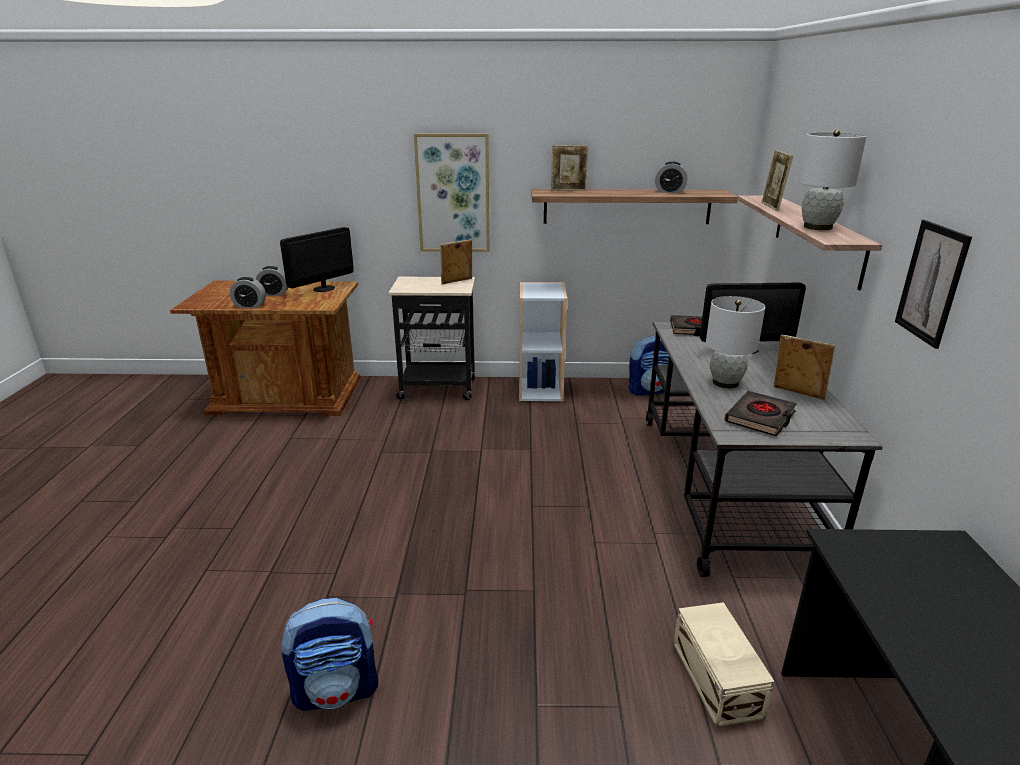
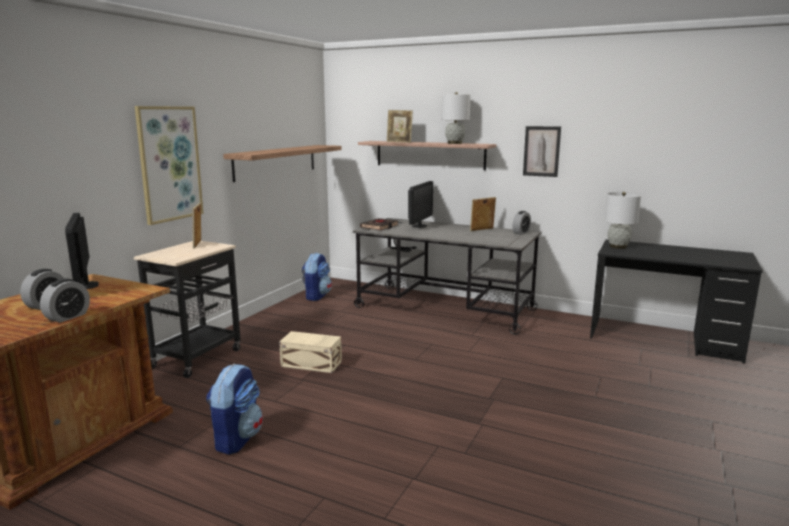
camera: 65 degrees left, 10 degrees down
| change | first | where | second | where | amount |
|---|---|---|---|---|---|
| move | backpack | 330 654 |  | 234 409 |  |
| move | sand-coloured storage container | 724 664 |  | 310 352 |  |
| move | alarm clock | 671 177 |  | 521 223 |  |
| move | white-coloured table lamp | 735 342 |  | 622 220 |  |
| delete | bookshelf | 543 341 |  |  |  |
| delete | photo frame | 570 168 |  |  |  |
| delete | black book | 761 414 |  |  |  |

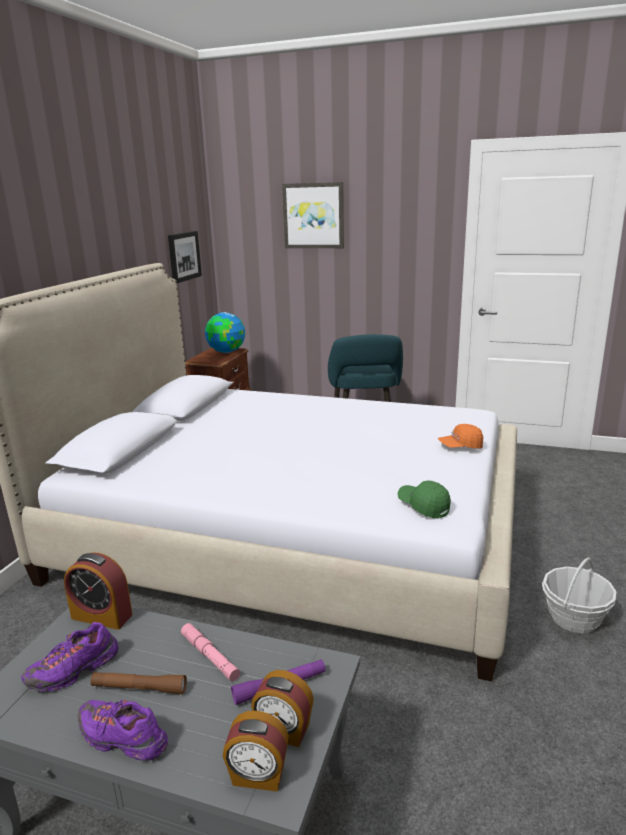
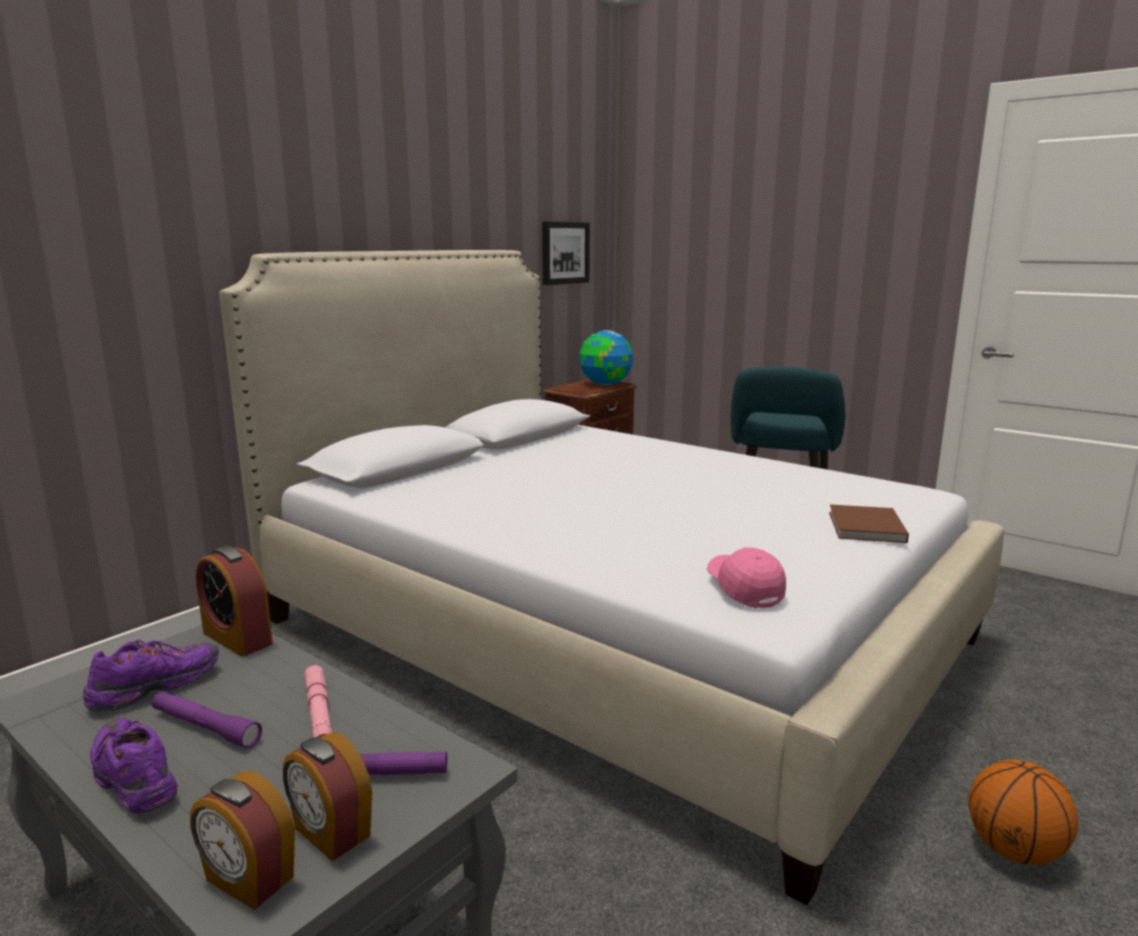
camera: 20 degrees right, 5 degrees down
| change | first | where | second | where | amount |
|---|---|---|---|---|---|
| rotate | purple shoe | 70 657 |  | 151 676 | 150 degrees clockwise |
| recolor | brownish torch | 139 683 | purple torch | 207 720 |  |
| recolor | greenish peaked cap | 424 499 | pink peaked cap | 746 578 |  |
| replace | orangey peaked cap | 460 436 | brownish book | 869 523 |  |
| replace | household basket | 579 595 | basketball | 1023 812 |  |
| delete | wall picture | 313 215 |  |  |  |

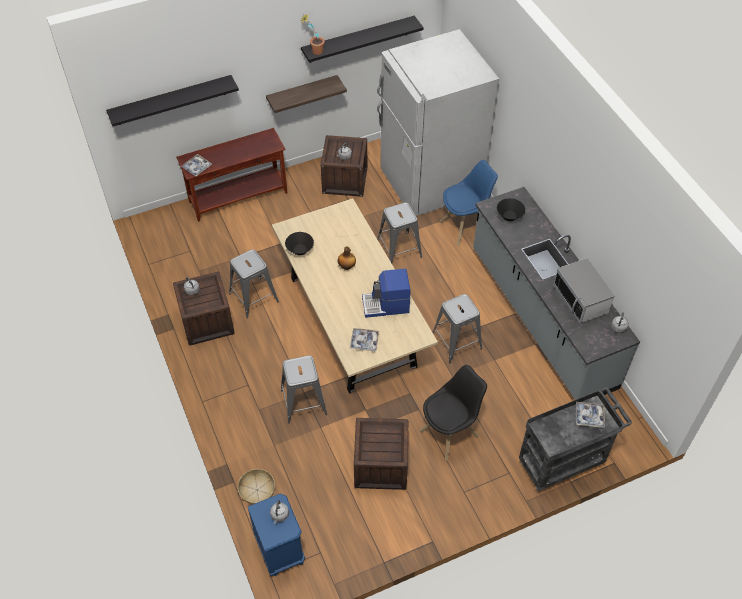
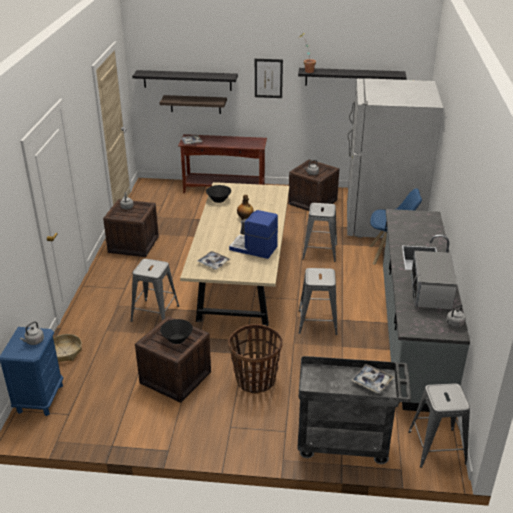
camera: 30 degrees right, 20 degrees down
| change | first | where | second | where | amount |
|---|---|---|---|---|---|
| move | shelf | 306 94 |  | 193 104 |  |
| move | black deep dish | 511 209 |  | 176 331 |  |
| replace | black plain chair | 453 413 | household basket | 255 358 |  |
| insert |  |  | wall picture | 269 78 |  |
| move | greyish stool | 254 283 |  | 439 426 |  |

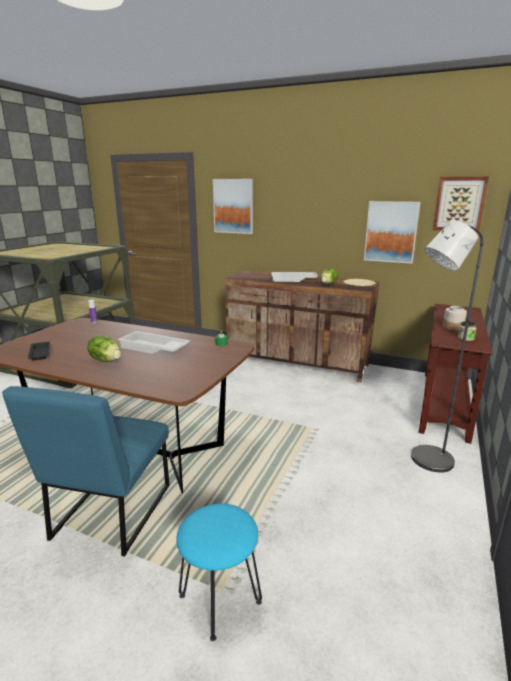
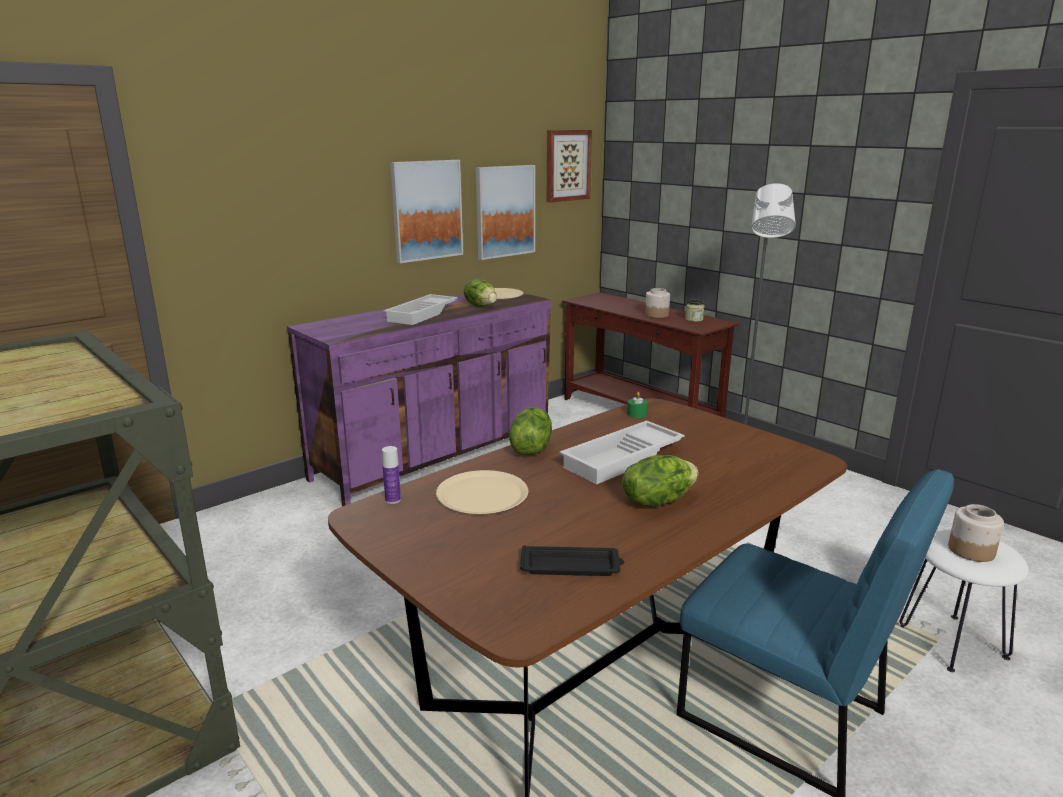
camera: 65 degrees left, 0 degrees up
| change | first | where | second | where | amount |
|---|---|---|---|---|---|
| recolor | brownish cupboard | 302 326 | purple cupboard | 419 399 |  |
| move | wall picture | 233 206 |  | 426 211 |  |
| insert |  |  | sand-coloured dinner plate | 482 492 |  |
| insert |  |  | lettuce head | 530 431 |  |
| recolor | turquoise-coloured stool | 219 572 | white-coloured stool | 964 601 |  |
| insert |  |  | jar | 976 533 |  |

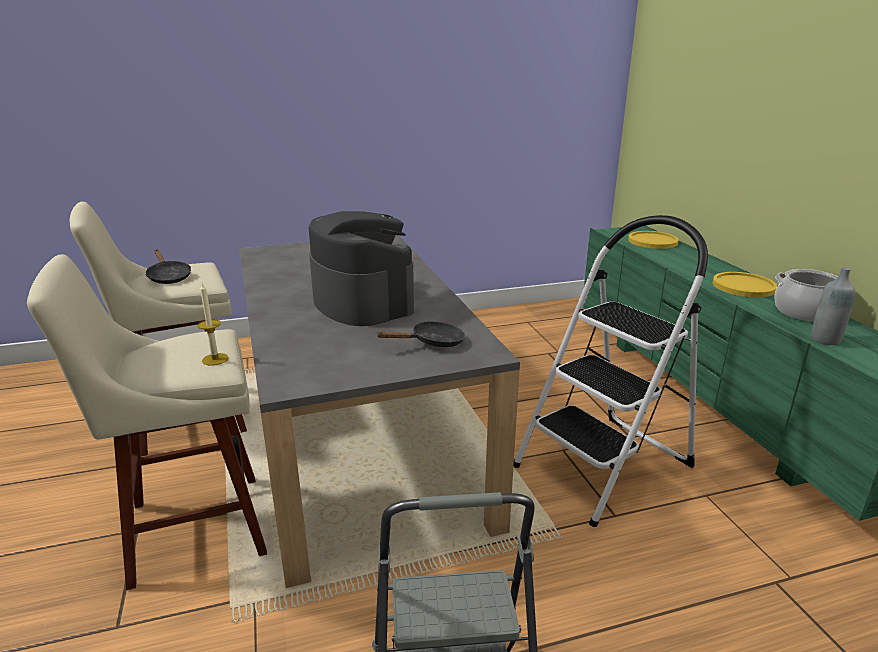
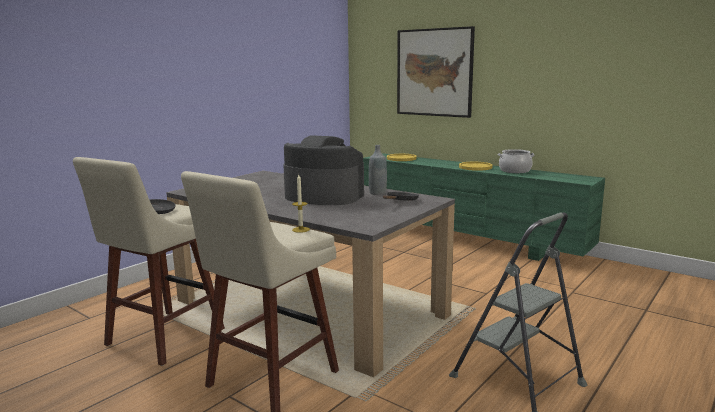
camera: 35 degrees left, 10 degrees down
| change | first | where | second | where | amount |
|---|---|---|---|---|---|
| move | greyish bottle | 833 306 |  | 378 170 |  |
| insert |  |  | wall picture | 436 72 |  |
| delete | step stool | 610 371 |  |  |  |

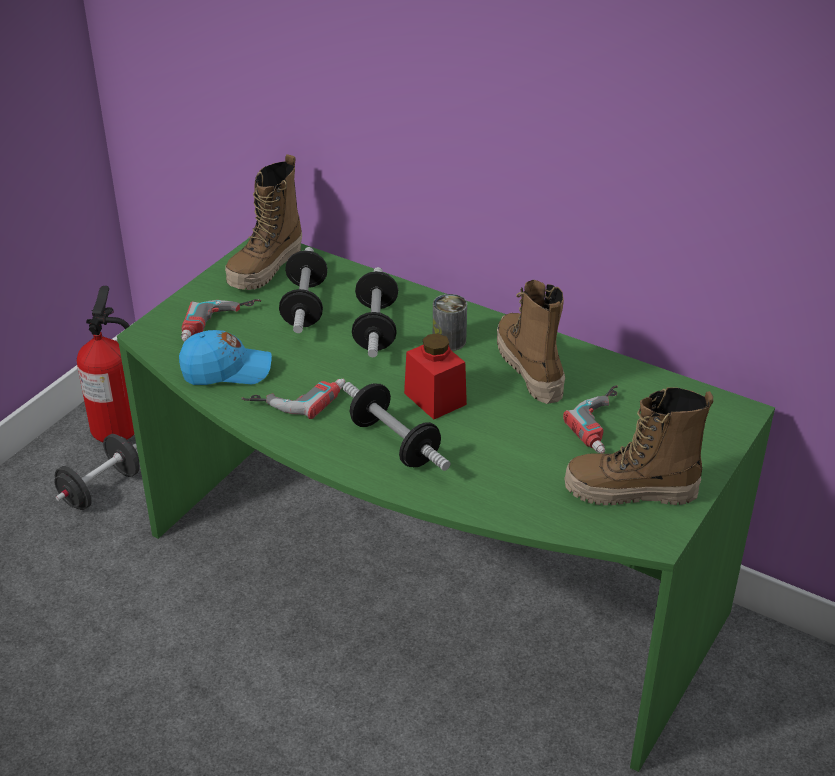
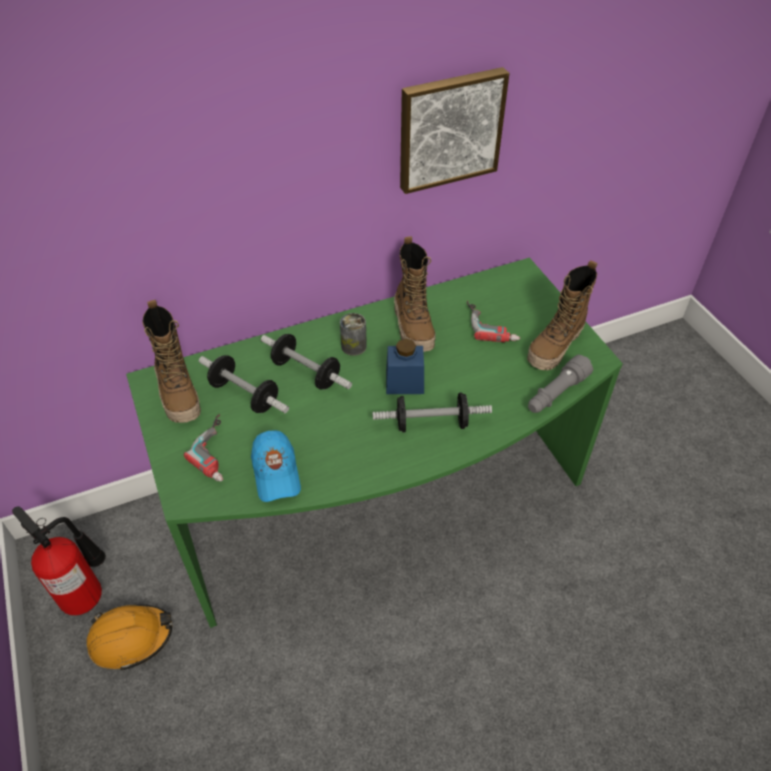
camera: 55 degrees left, 10 degrees up
| change | first | where | second | where | amount |
|---|---|---|---|---|---|
| replace | black dumbbell | 97 472 | orangey work helmet | 129 637 |  |
| rotate | blue-coloured peaked cap | 225 357 |  | 276 466 | 135 degrees clockwise |
| recolor | red jar | 435 376 | blue-coloured jar | 405 366 |  |
| rotate | high-top boot | 531 342 |  | 414 294 | 120 degrees counterclockwise |
| insert |  |  | wall picture | 454 130 |  |
| insert |  |  | greyish torch | 560 383 |  |
| delete | power drill | 293 399 |  |  |  |

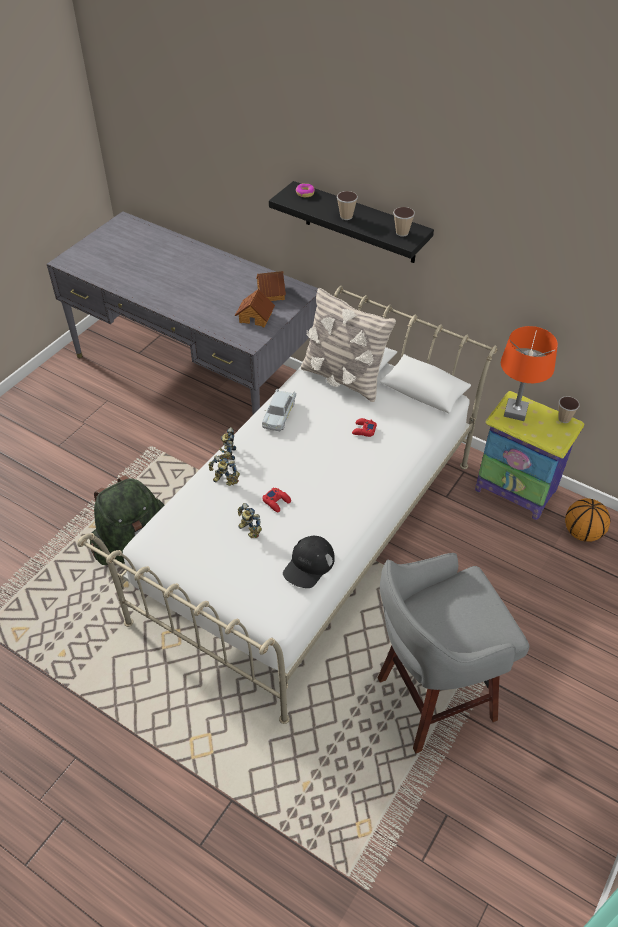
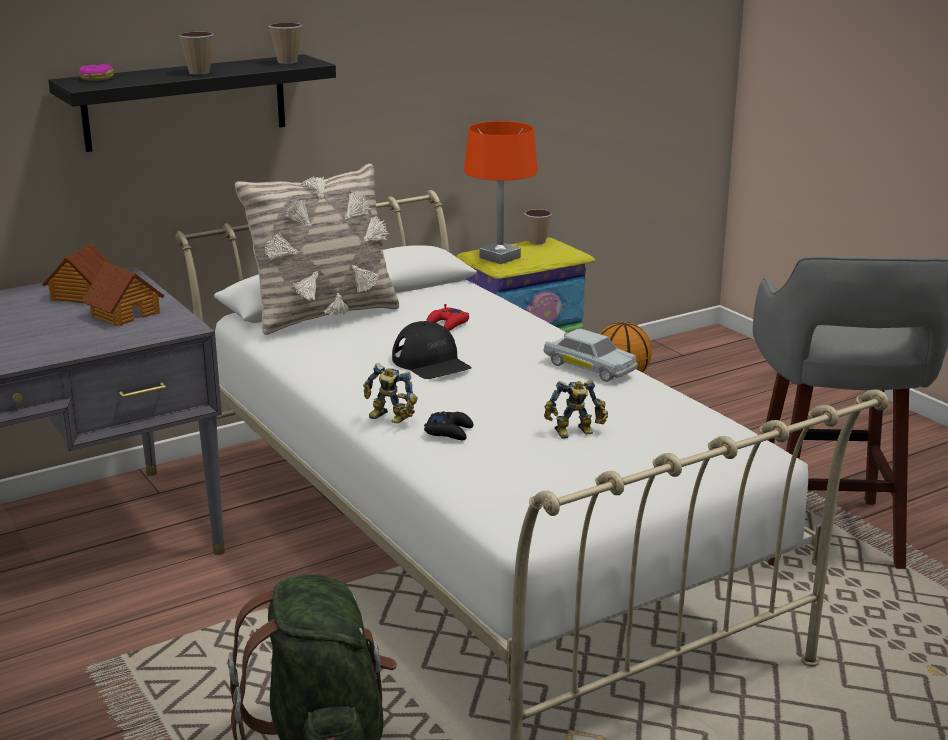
camera: 65 degrees left, 25 degrees down
| change | first | where | second | where | amount |
|---|---|---|---|---|---|
| move | black peaked cap | 309 562 |  | 432 350 |  |
| replace | model robot | 224 471 | black game controller | 448 425 |  |
| move | white-coloured model car | 279 409 |  | 590 355 |  |
| delete | red game controller | 276 500 |  |  |  |

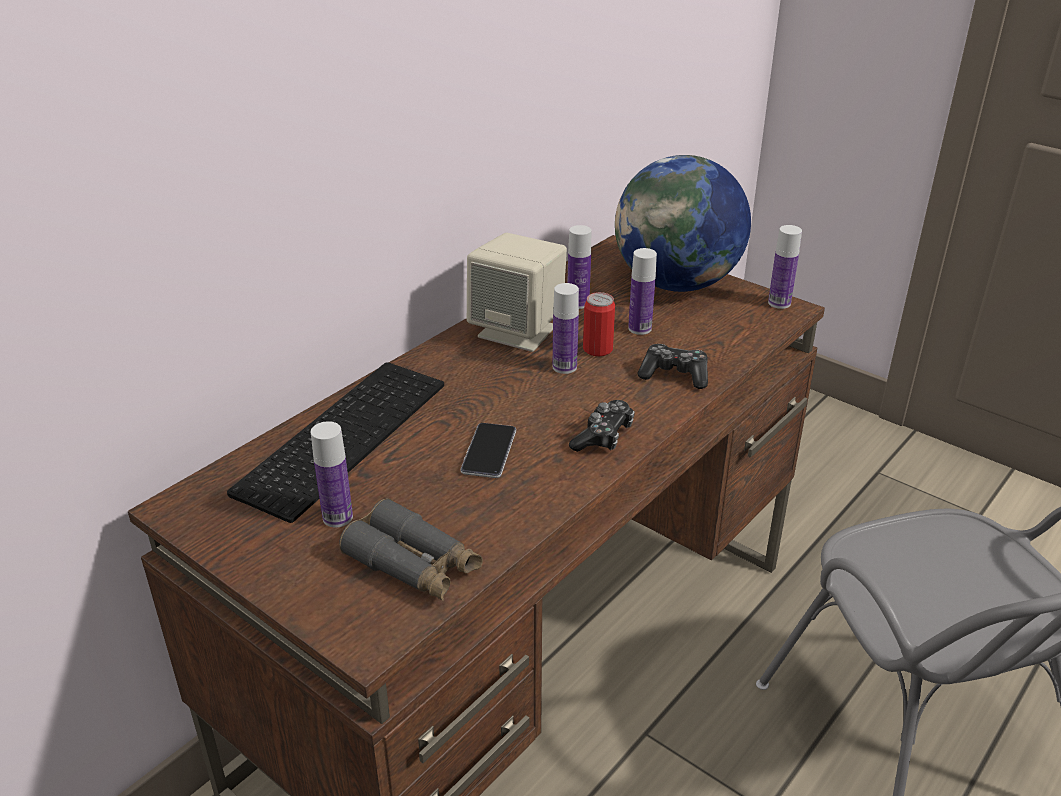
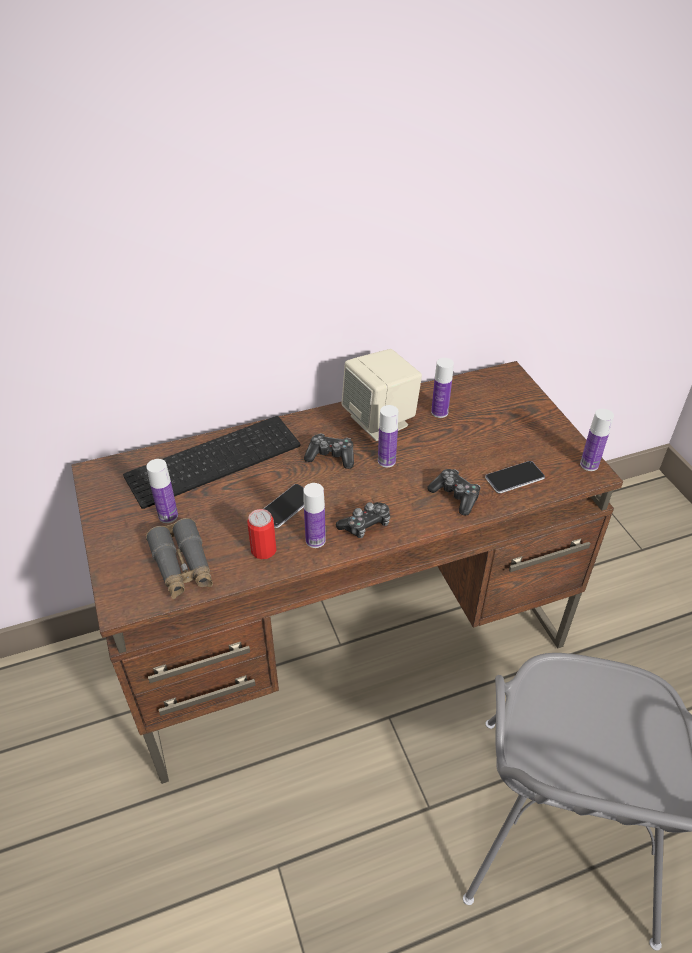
camera: 30 degrees right, 10 degrees up
| change | first | where | second | where | amount |
|---|---|---|---|---|---|
| move | metal can | 599 324 |  | 261 534 |  |
| move | bottle | 642 291 |  | 314 515 |  |
| insert |  |  | game controller | 329 451 |  |
| insert |  |  | telephone | 515 477 |  |
| delete | desk globe | 683 223 |  |  |  |

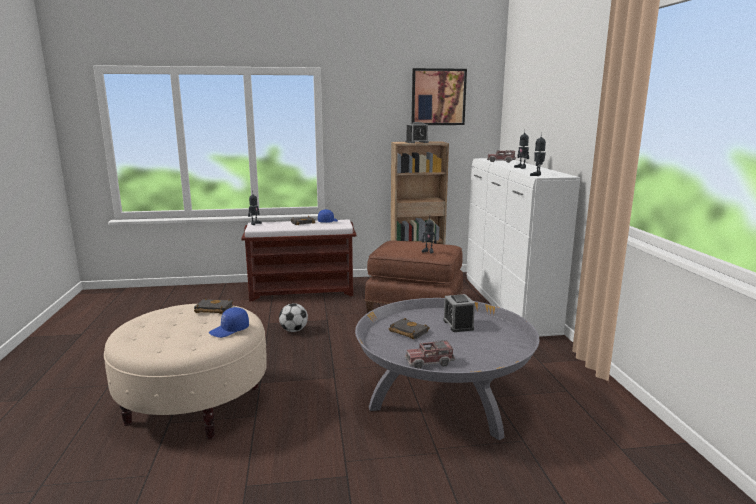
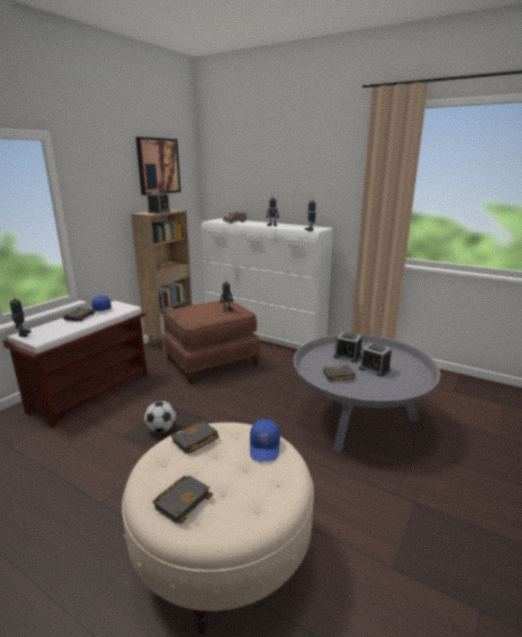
camera: 50 degrees left, 5 degrees up
| change | first | where | second | where | amount |
|---|---|---|---|---|---|
| insert |  |  | black book | 183 499 |  |
| insert |  |  | alarm clock | 375 360 |  |
| delete | toy truck | 430 354 |  |  |  |

